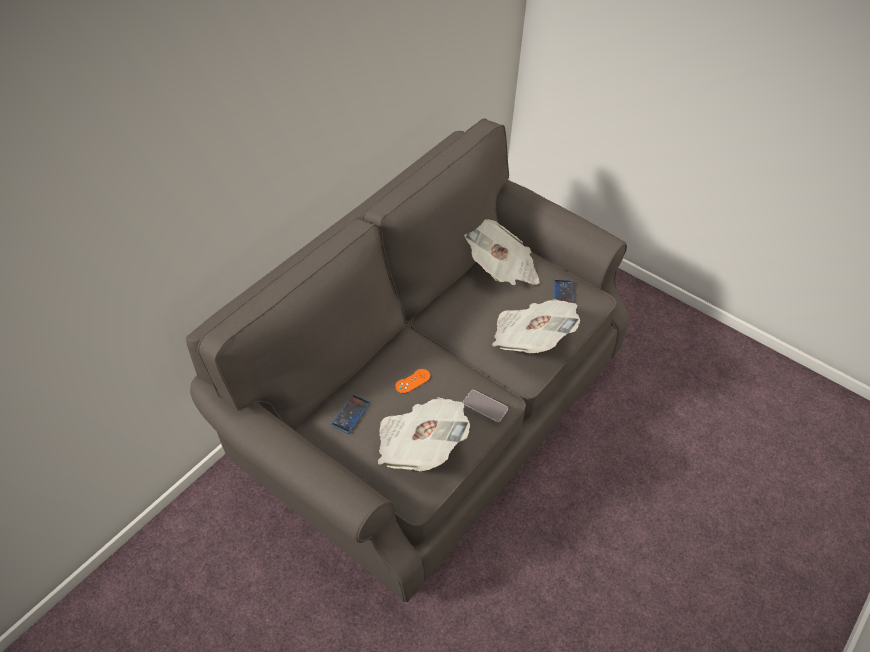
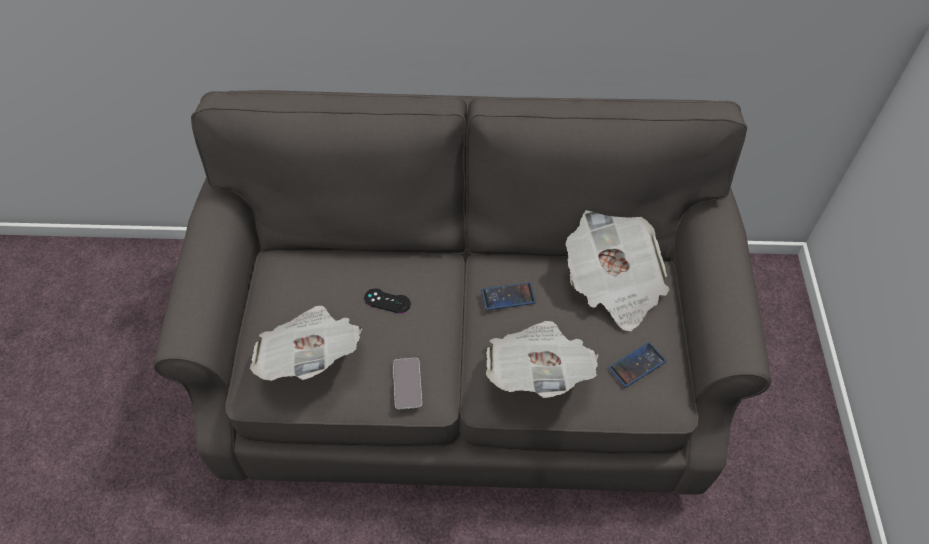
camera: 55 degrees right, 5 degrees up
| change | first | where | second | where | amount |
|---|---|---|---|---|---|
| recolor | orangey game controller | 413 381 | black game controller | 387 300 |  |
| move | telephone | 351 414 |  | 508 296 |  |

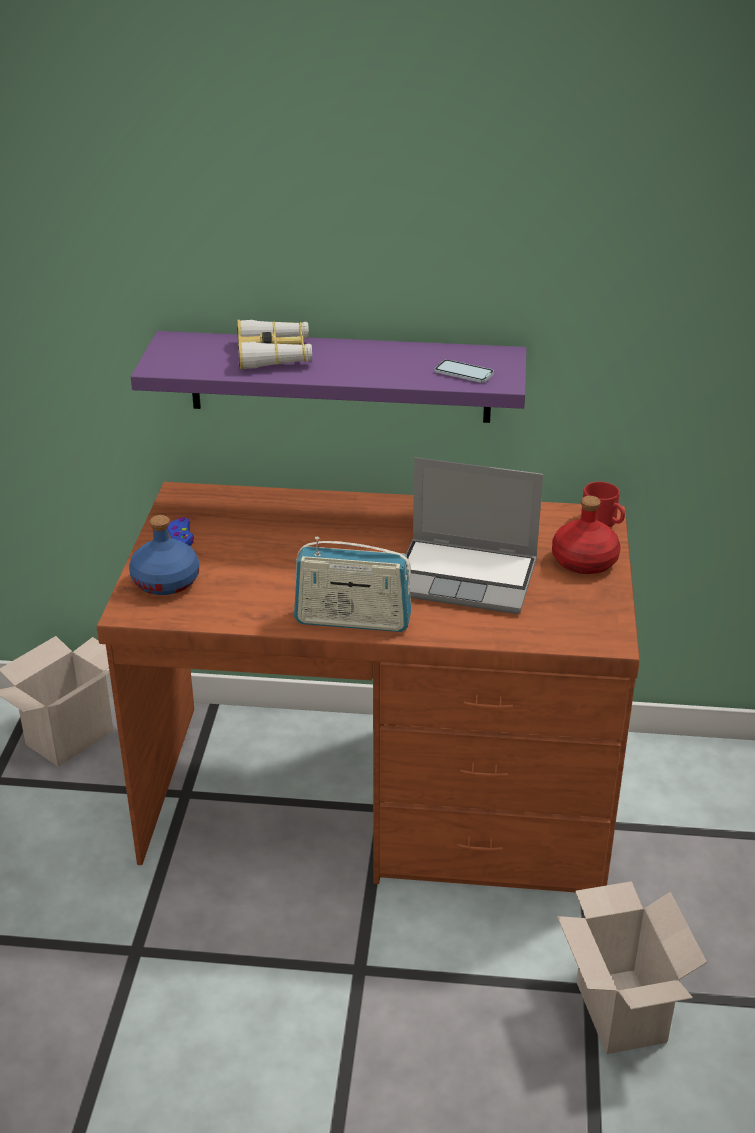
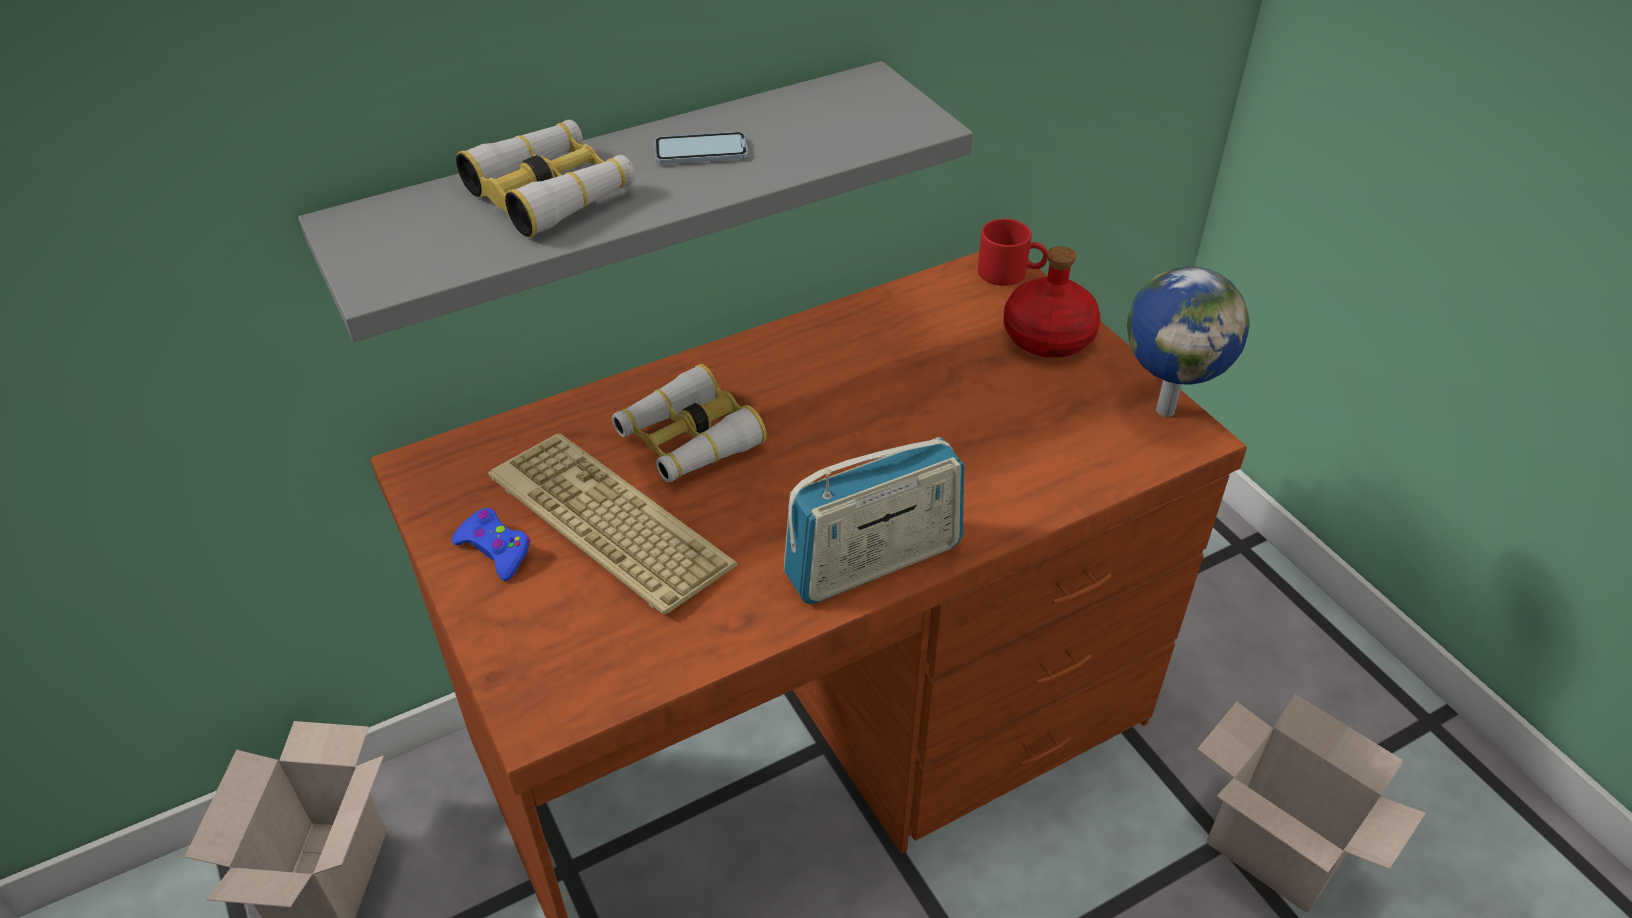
camera: 35 degrees left, 10 degrees up
| change | first | where | second | where | amount |
|---|---|---|---|---|---|
| recolor | purple shelf | 328 377 | greyish shelf | 635 201 |  |
| insert |  |  | keyboard | 613 524 |  |
| insert |  |  | pair of binoculars | 689 423 |  |
| move | telephone | 464 371 |  | 701 148 |  |
| insert |  |  | desk globe | 1188 341 |  |
| delete | blue-coloured bottle | 164 555 |  |  |  |
| delete | laptop | 474 535 |  |  |  |

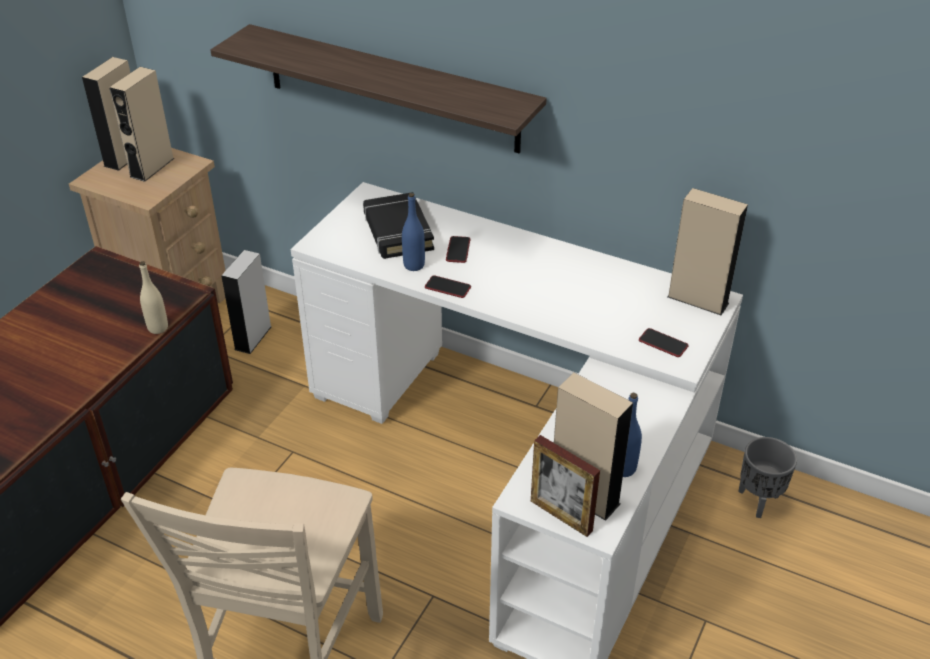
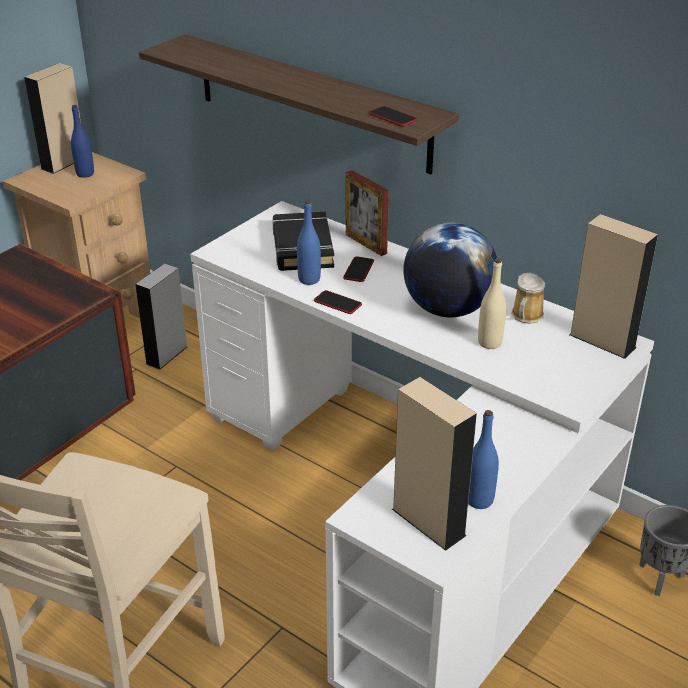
camera: 10 degrees right, 5 degrees down
| change | first | where | second | where | amount |
|---|---|---|---|---|---|
| replace | sand-coloured speaker | 142 124 | blue-coloured bottle | 82 141 |  |
| move | photo frame | 565 486 |  | 367 213 |  |
| move | telephone | 663 342 |  | 393 116 |  |
| insert |  |  | desk globe | 450 270 |  |
| move | sand-coloured bottle | 153 297 |  | 492 304 |  |
| insert |  |  | mug | 528 298 |  |

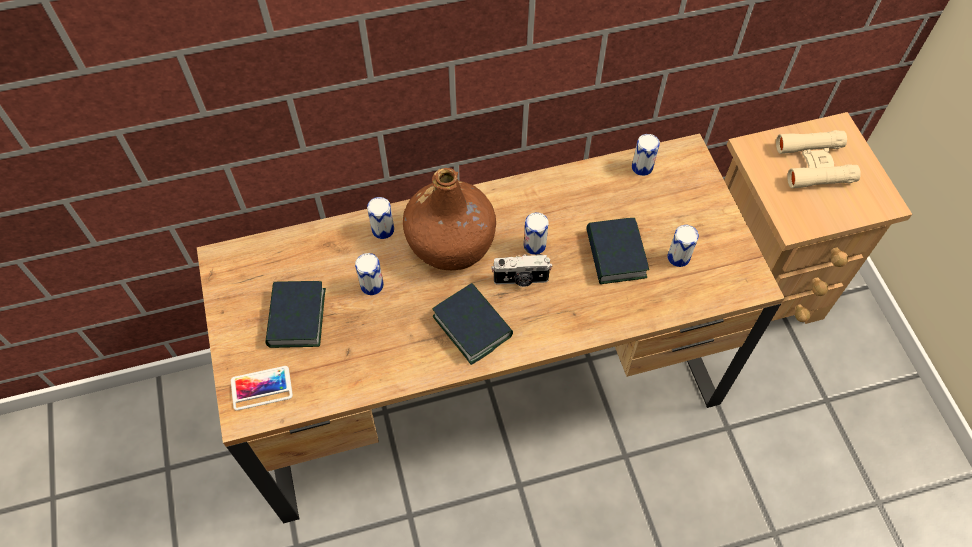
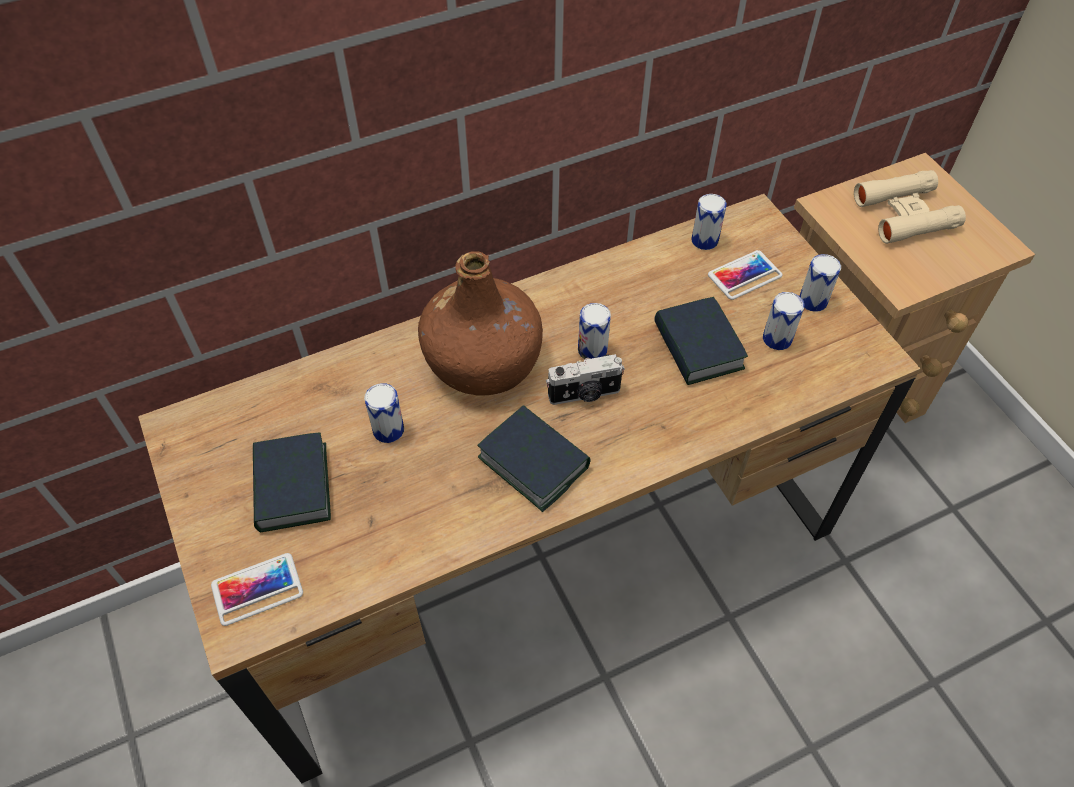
camera: 10 degrees left, 5 degrees down
| change | first | where | second | where | amount |
|---|---|---|---|---|---|
| insert |  |  | telephone | 745 275 |  |
| move | metal can | 380 218 |  | 820 283 |  |

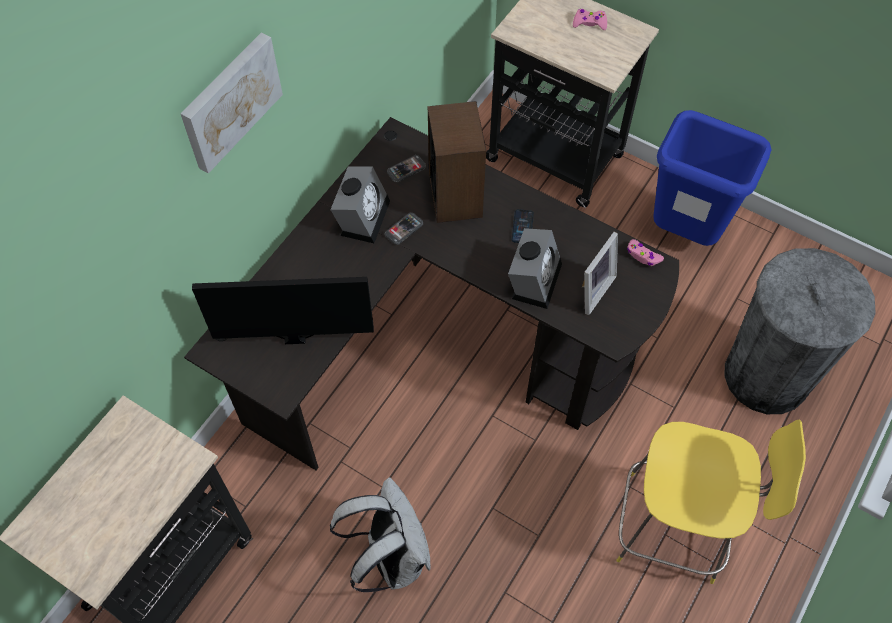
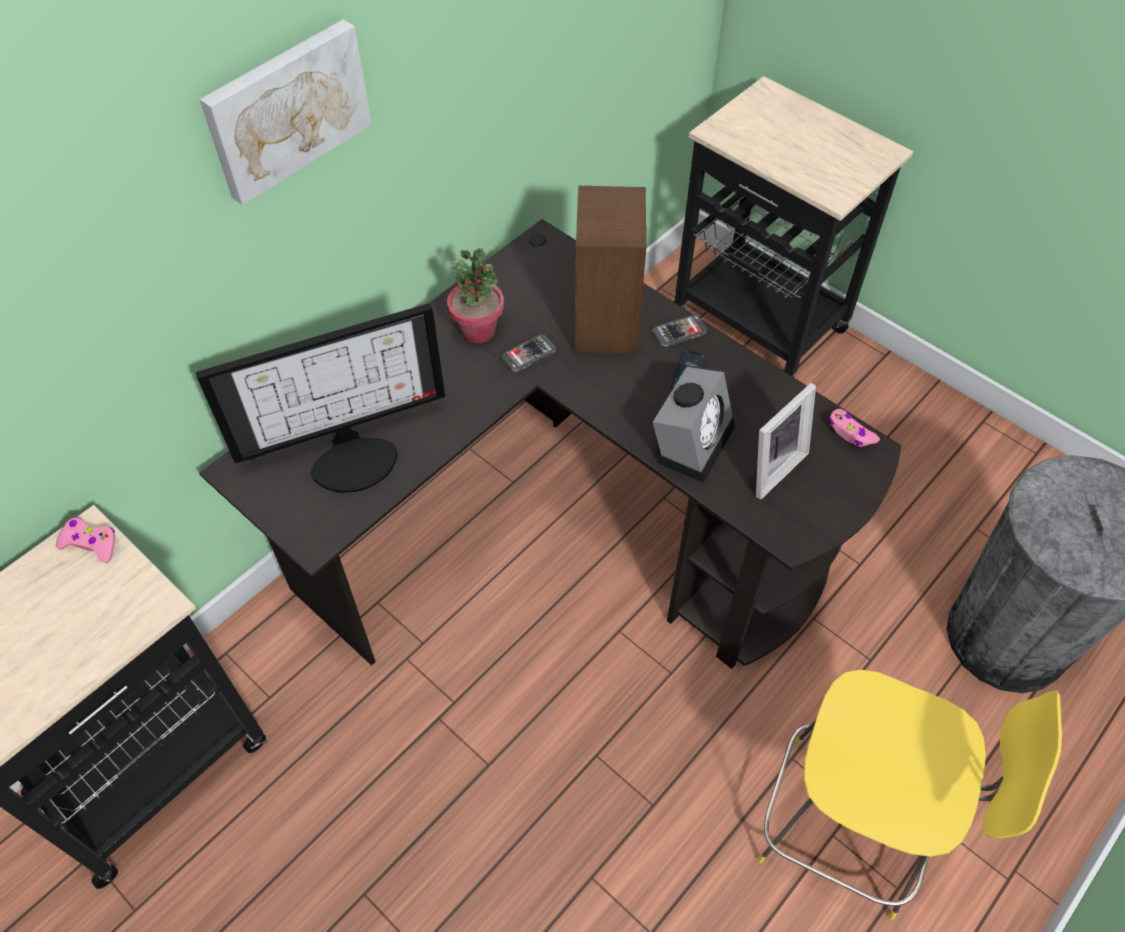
camera: 10 degrees right, 5 degrees down
| change | first | where | second | where | amount |
|---|---|---|---|---|---|
| move | pink game controller | 590 19 |  | 85 540 |  |
| rotate | monitor | 283 310 |  | 320 398 | 150 degrees clockwise |
| replace | alarm clock | 360 204 | houseplant | 475 295 |  |
| move | telephone | 406 169 |  | 679 331 |  |
| delete | white-coloured backpack | 380 534 |  |  |  |
| delete | blue-coloured rubbish bin | 712 178 |  |  |  |

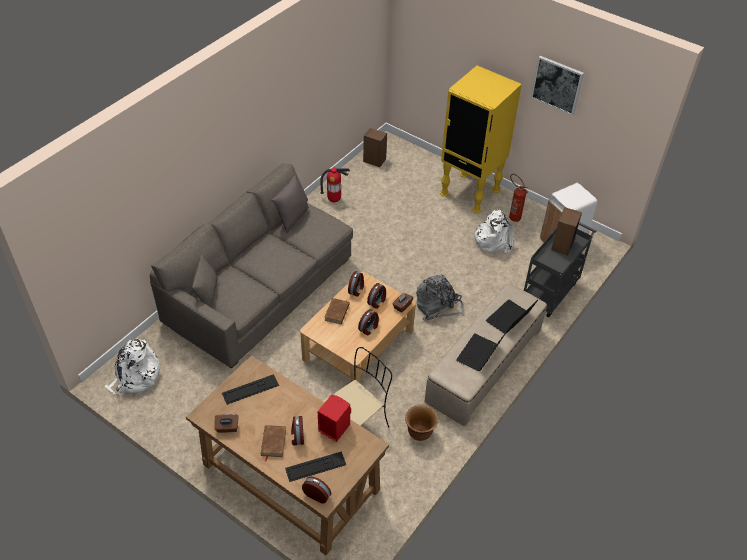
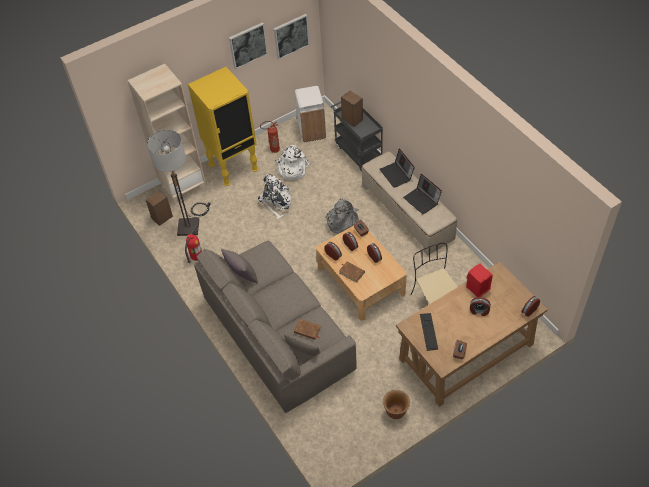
camera: 65 degrees left, 5 degrees up
| change | first | where | second | where | amount |
|---|---|---|---|---|---|
| insert |  |  | sand-coloured bookshelf | 166 134 |  |
| insert |  |  | standard lamp | 179 183 |  |
| move | white-coloured backpack | 132 367 |  | 274 196 |  |
| insert |  |  | wall picture | 292 37 |  |
| move | brownish book | 273 443 |  | 307 329 |  |
| move | brownish planter | 422 422 |  | 396 404 |  |
| delete | keyboard | 315 466 |  |  |  |

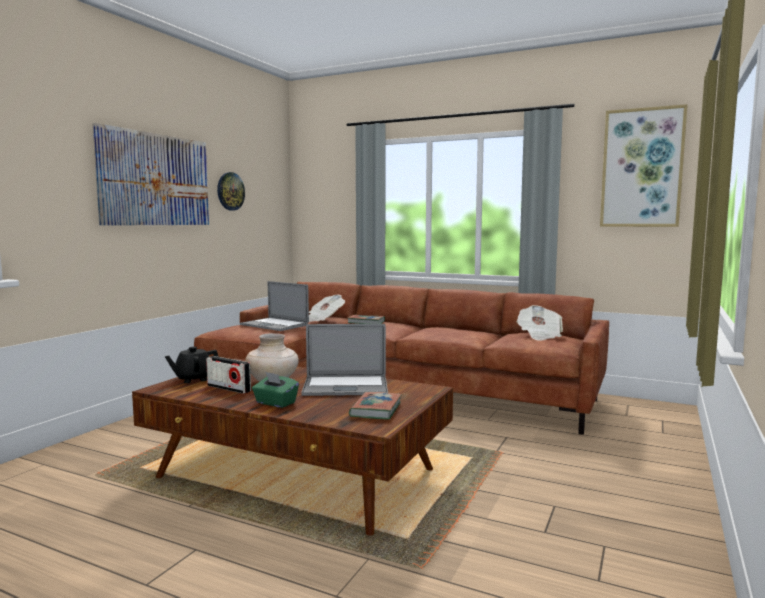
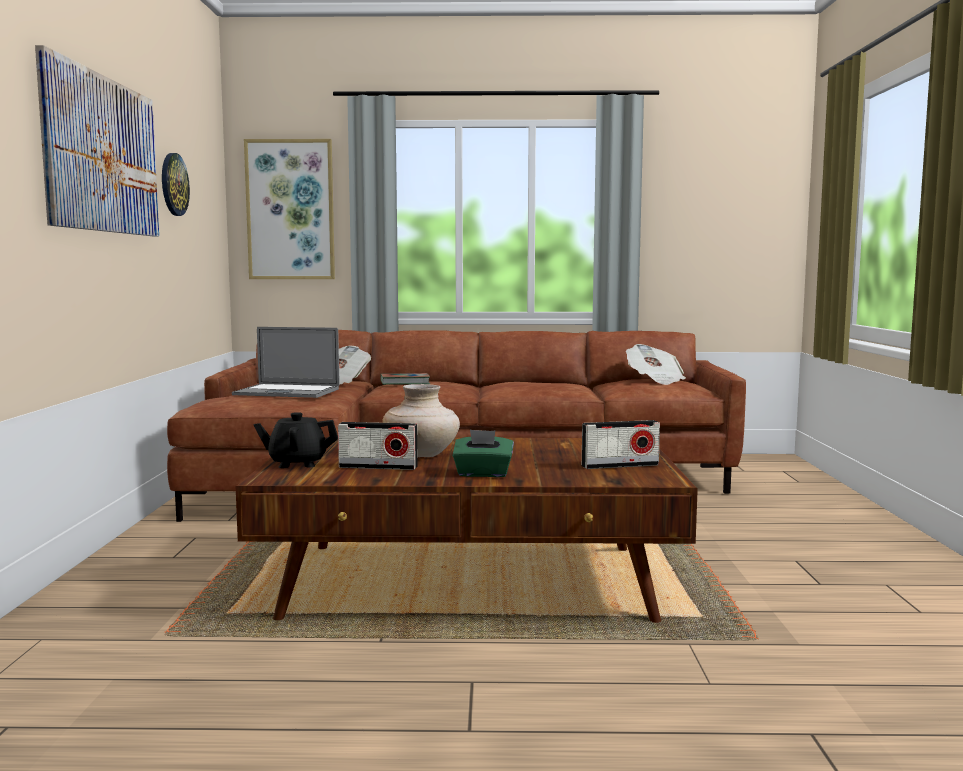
camera: 25 degrees left, 0 degrees up
| change | first | where | second | where | amount |
|---|---|---|---|---|---|
| move | wall picture | 644 165 |  | 289 209 |  |
| rotate | black tea pot | 192 365 |  | 296 440 | 45 degrees clockwise |
| replace | book | 375 406 | radio | 621 444 |  |
| delete | laptop | 344 360 |  |  |  |

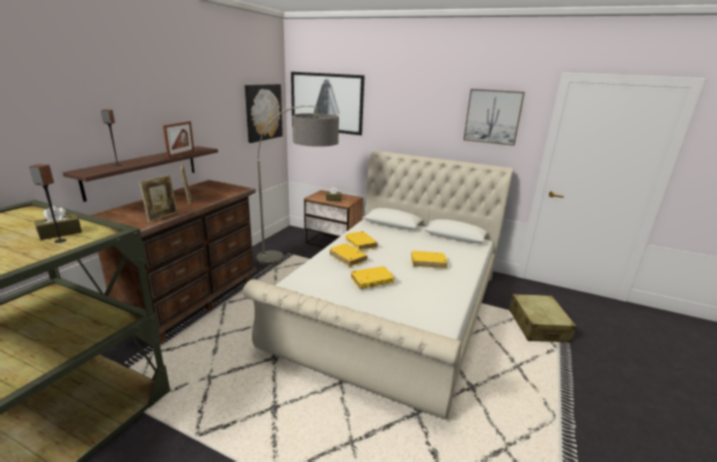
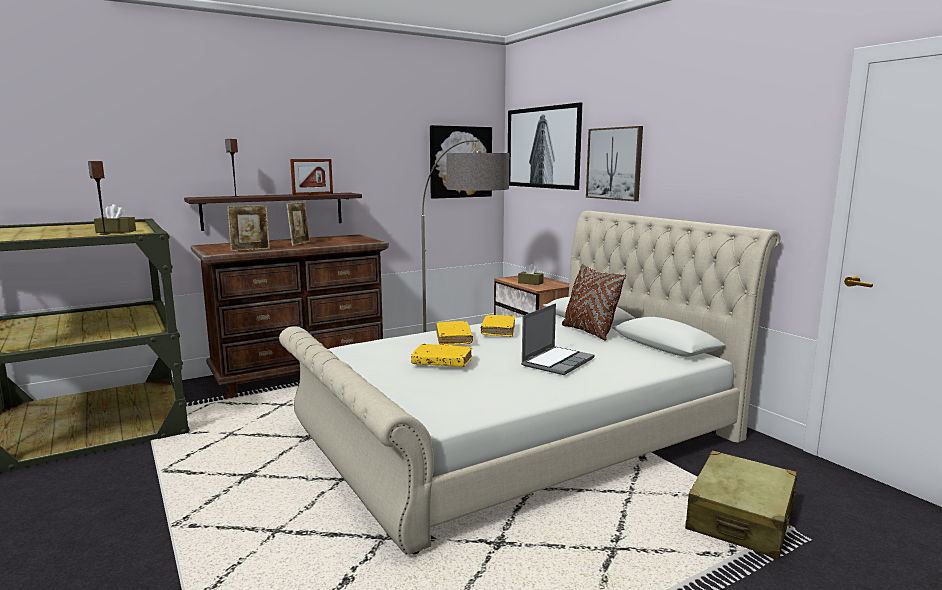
camera: 35 degrees right, 10 degrees down
| change | first | where | second | where | amount |
|---|---|---|---|---|---|
| replace | yellow-coloured book | 429 260 | laptop | 558 339 |  |
| insert |  |  | brownish pillow | 594 302 |  |
| move | wall picture | 494 117 |  | 614 163 |  |

